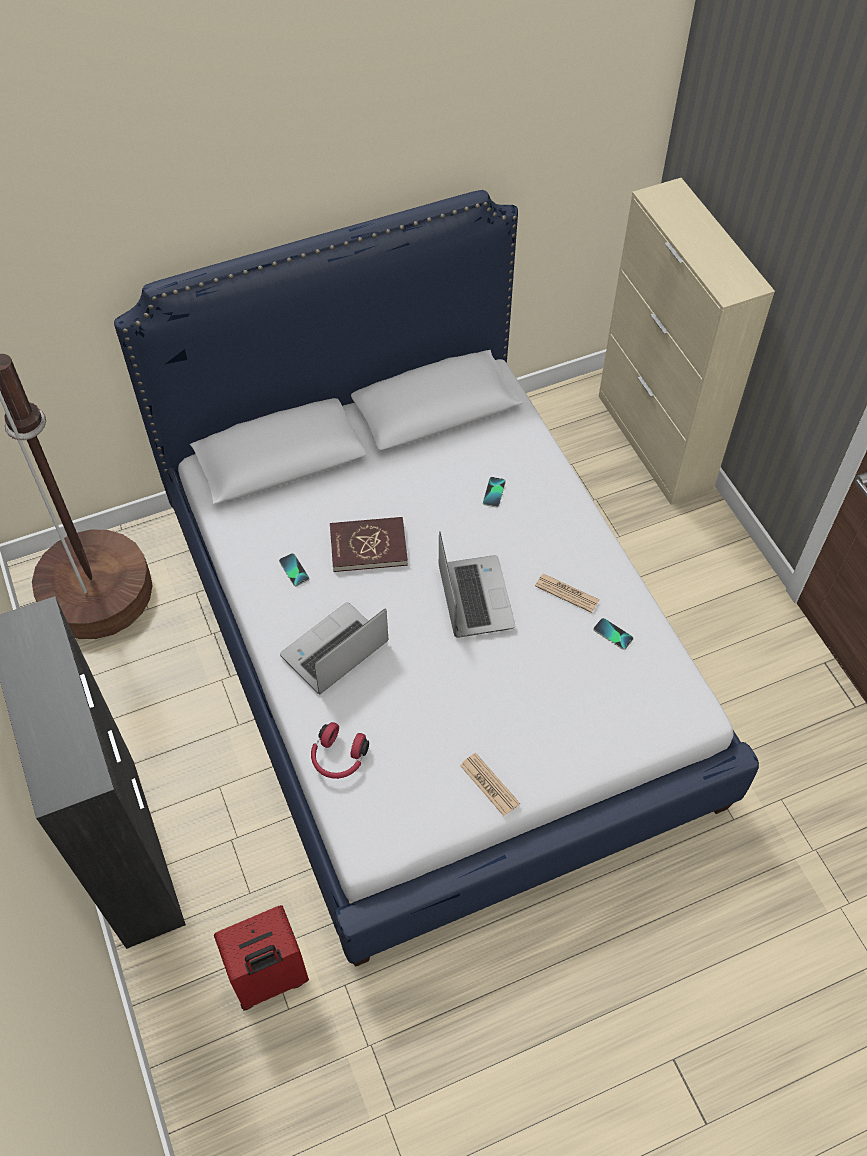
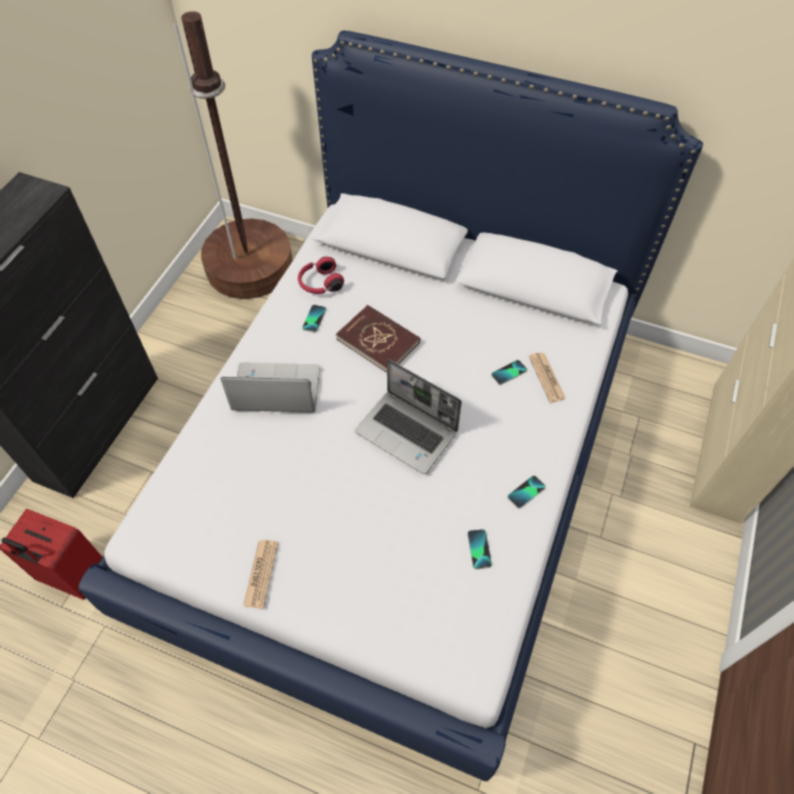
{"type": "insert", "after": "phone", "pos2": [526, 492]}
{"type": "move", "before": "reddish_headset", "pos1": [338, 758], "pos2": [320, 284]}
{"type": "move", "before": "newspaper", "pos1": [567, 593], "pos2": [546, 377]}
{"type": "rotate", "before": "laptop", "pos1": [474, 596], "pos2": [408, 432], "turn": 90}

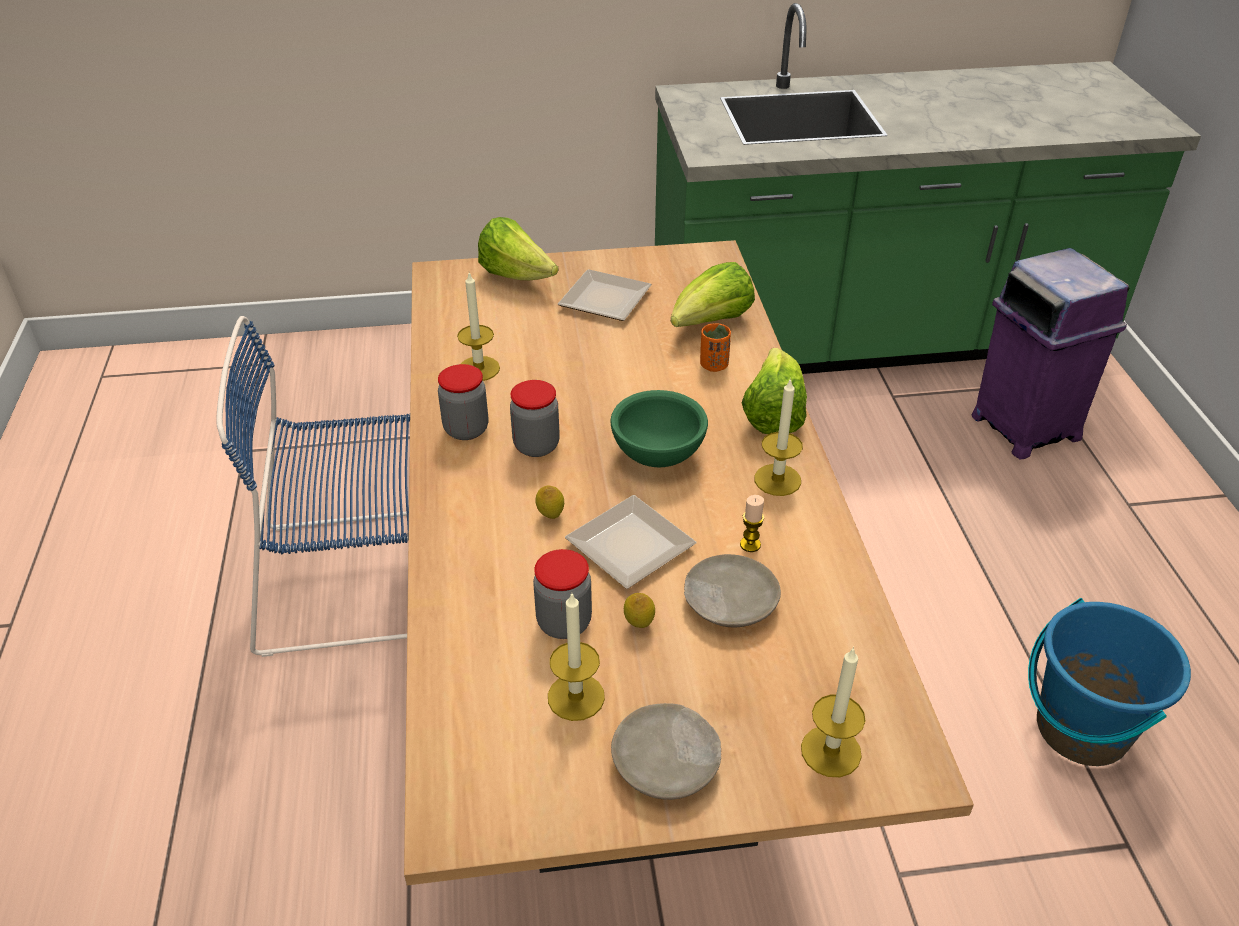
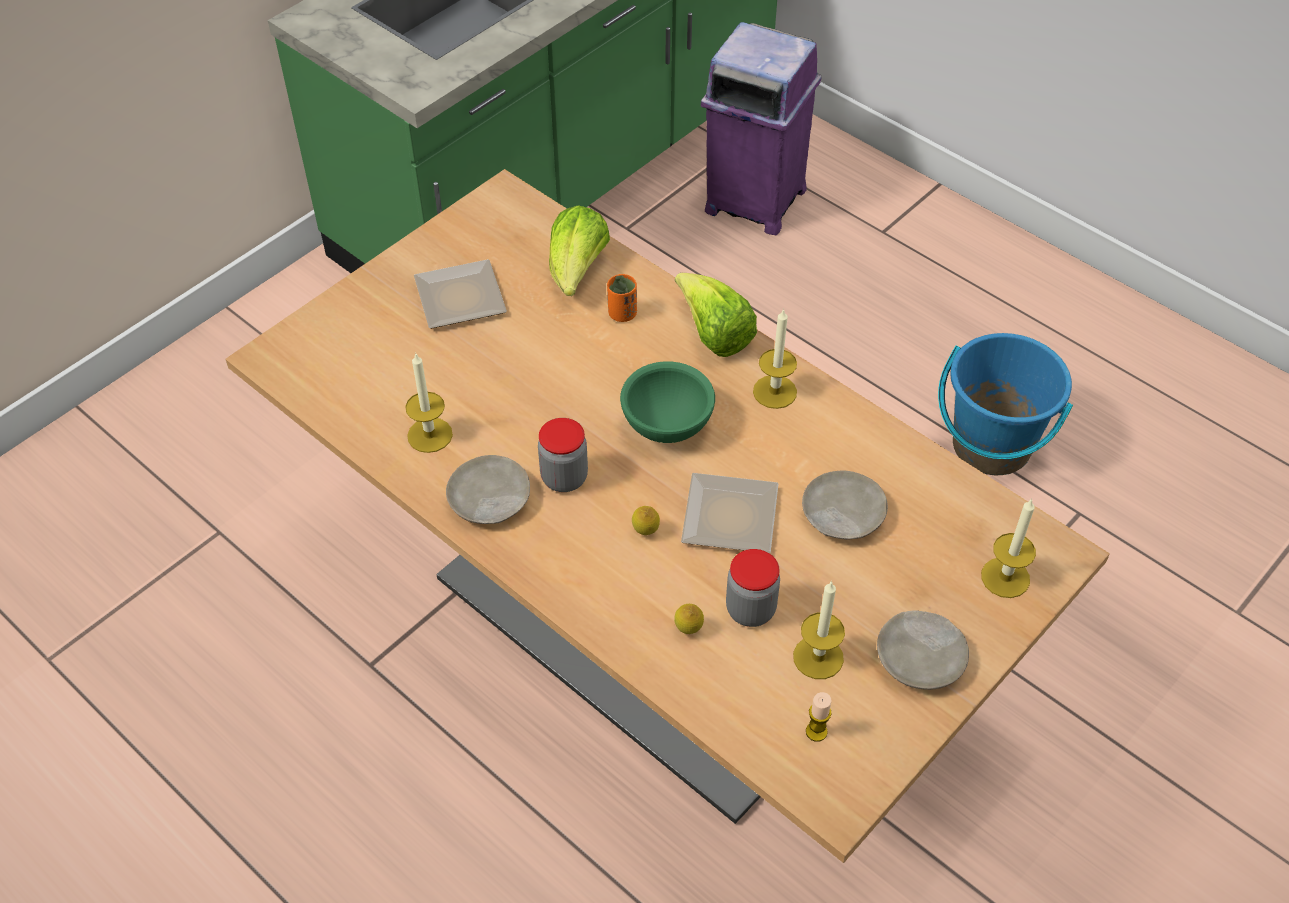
{"type": "delete", "before": "bluish_chair", "pos1": [362, 577]}
{"type": "delete", "before": "lettuce", "pos1": [517, 276]}
{"type": "move", "before": "whole_lemon", "pos1": [639, 625], "pos2": [688, 630]}
{"type": "move", "before": "wax_light", "pos1": [750, 544], "pos2": [816, 732]}
{"type": "replace", "before": "storage_jar", "after": "beige-coloured_plate", "pos1": [466, 429], "pos2": [489, 500]}

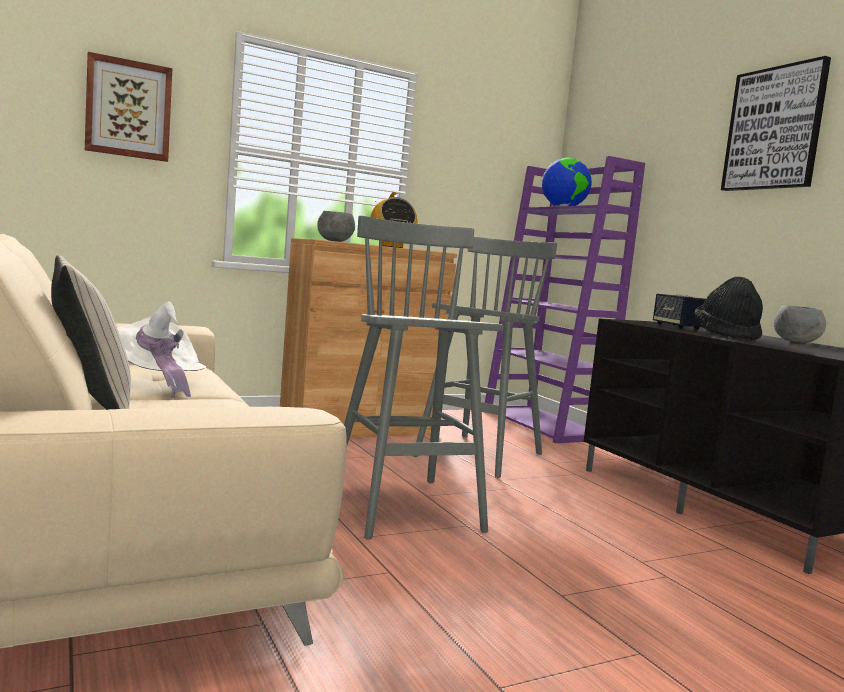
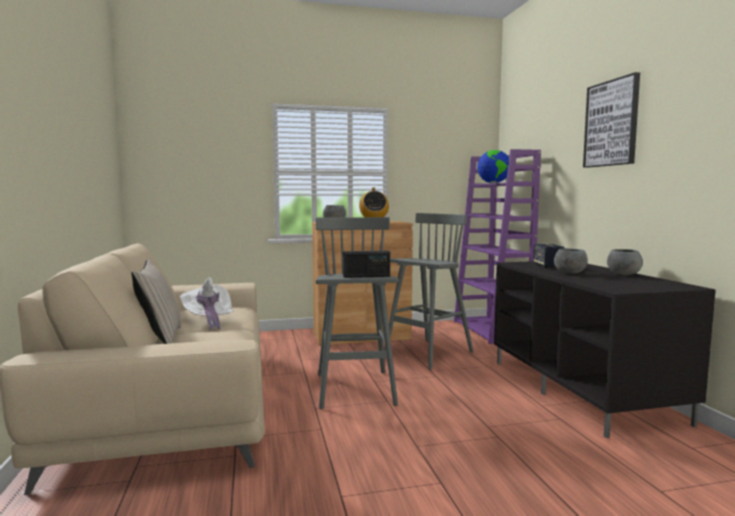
{"type": "delete", "before": "wall_art", "pos1": [128, 109]}
{"type": "insert", "after": "radio", "pos2": [366, 276]}
{"type": "replace", "before": "blackish_clothing_hat", "after": "gray_serving_bowl", "pos1": [726, 336], "pos2": [569, 273]}

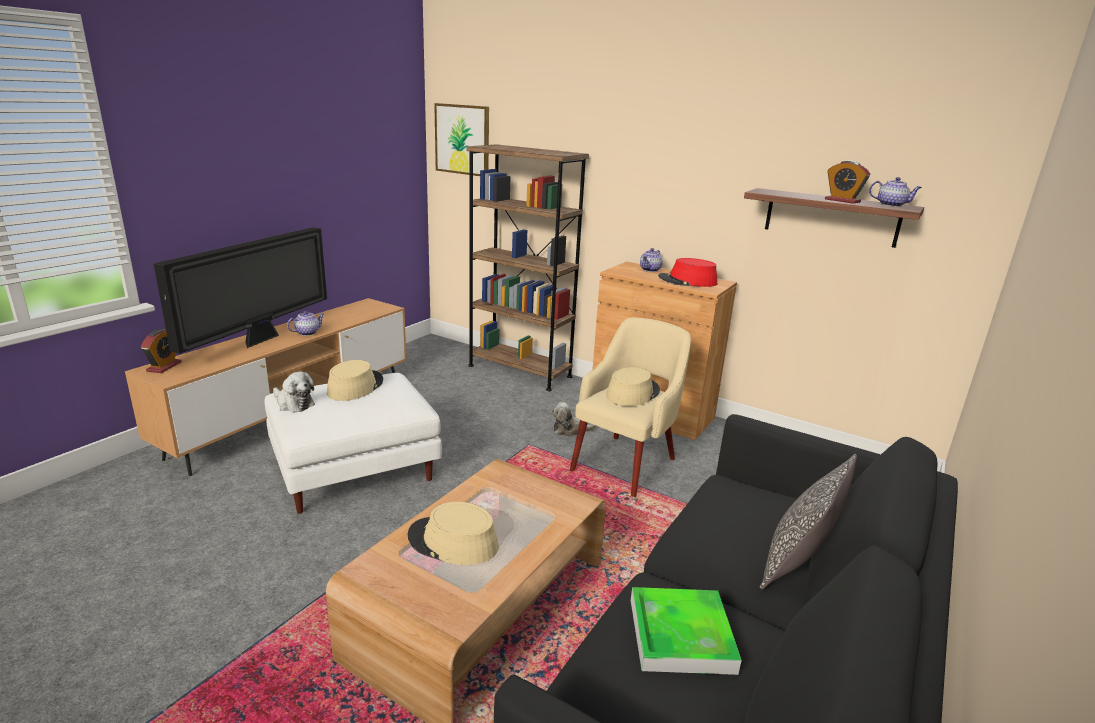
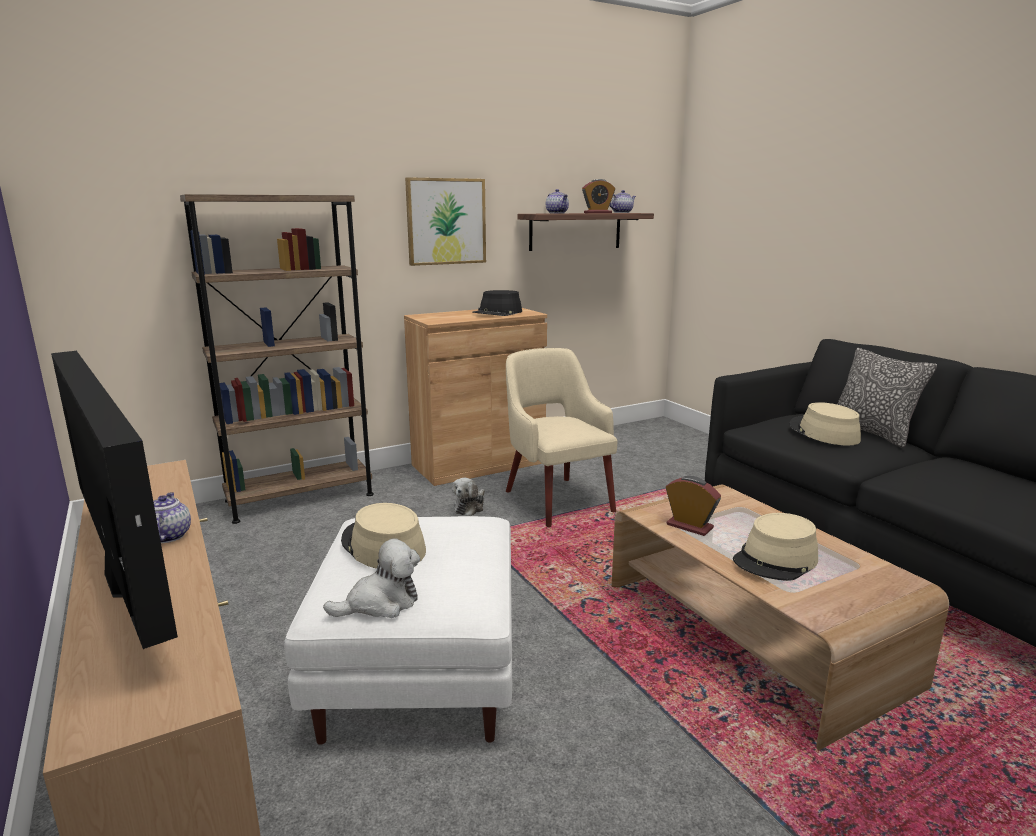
{"type": "delete", "before": "carrying_tray", "pos1": [681, 635]}
{"type": "move", "before": "table_clock", "pos1": [164, 366], "pos2": [689, 526]}
{"type": "move", "before": "wall_art", "pos1": [462, 139], "pos2": [446, 221]}
{"type": "move", "before": "beige-coloured_clothing_hat", "pos1": [632, 393], "pos2": [823, 432]}
{"type": "move", "before": "tea_pot", "pos1": [650, 270], "pos2": [557, 213]}
{"type": "recolor", "before": "reddish_clothing_hat", "after": "blackish_clothing_hat", "pos1": [687, 281], "pos2": [498, 313]}

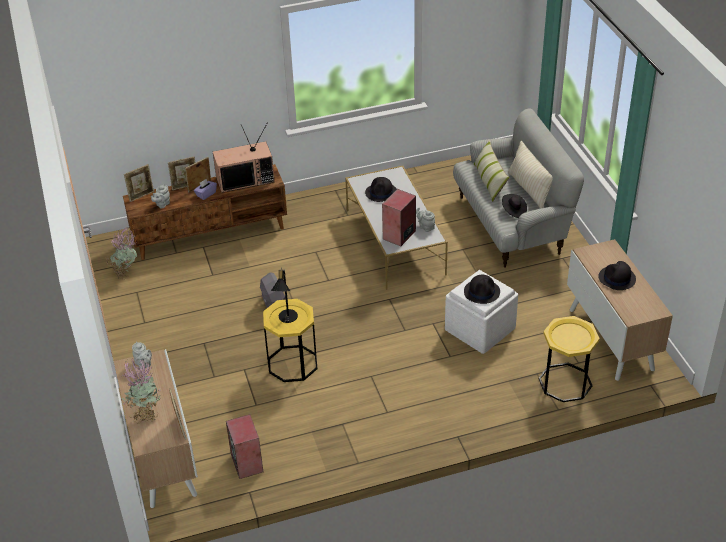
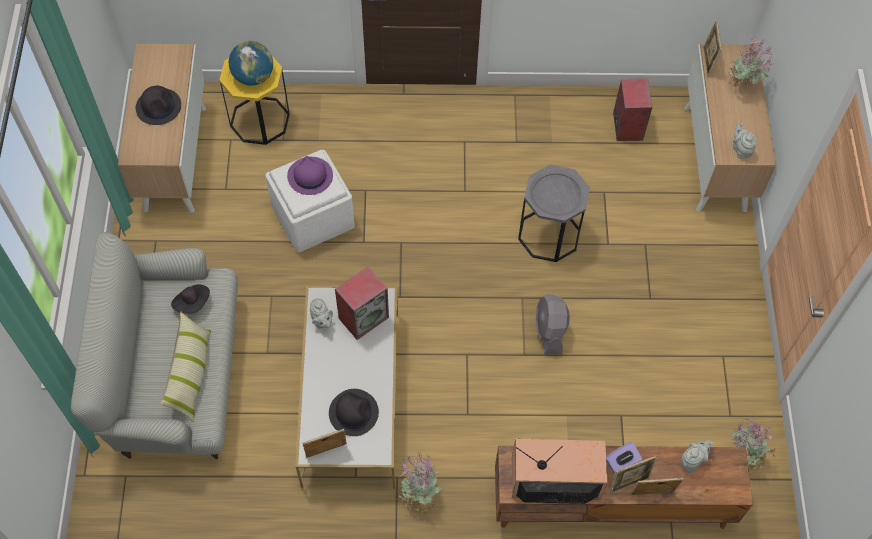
{"type": "delete", "before": "blackish_table_lamp", "pos1": [286, 318]}
{"type": "delete", "before": "beige-coloured_cushion", "pos1": [529, 189]}
{"type": "insert", "after": "desk_globe", "pos2": [253, 76]}
{"type": "insert", "after": "plant_in_a_pot", "pos2": [420, 497]}
{"type": "move", "before": "standing_frame", "pos1": [141, 196], "pos2": [326, 452]}
{"type": "recolor", "before": "yellow-coloured_accent_table", "after": "gray_accent_table", "pos1": [292, 363], "pos2": [549, 234]}
{"type": "recolor", "before": "blackish_clothing_hat", "after": "purplish_clothing_hat", "pos1": [482, 292], "pos2": [309, 176]}

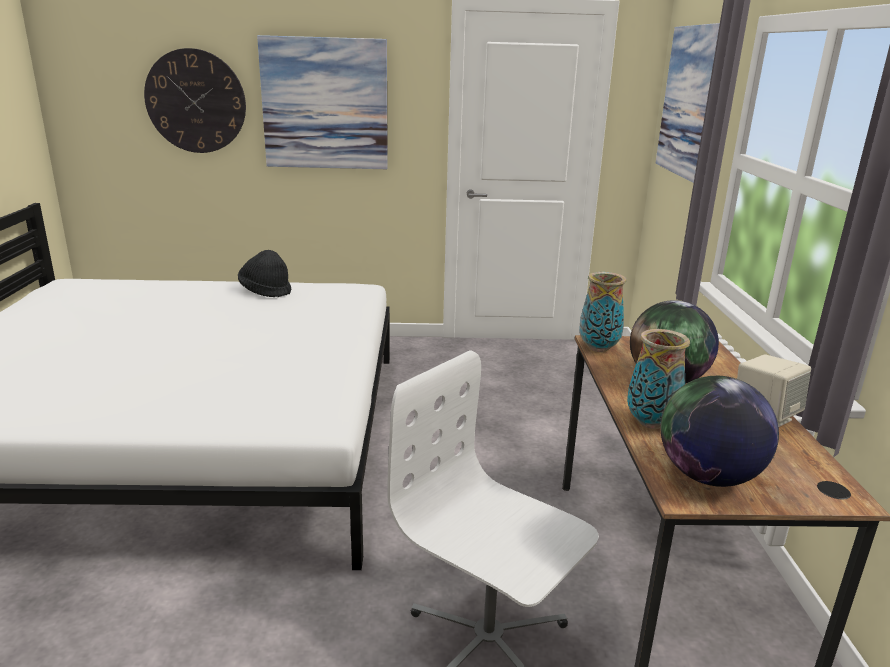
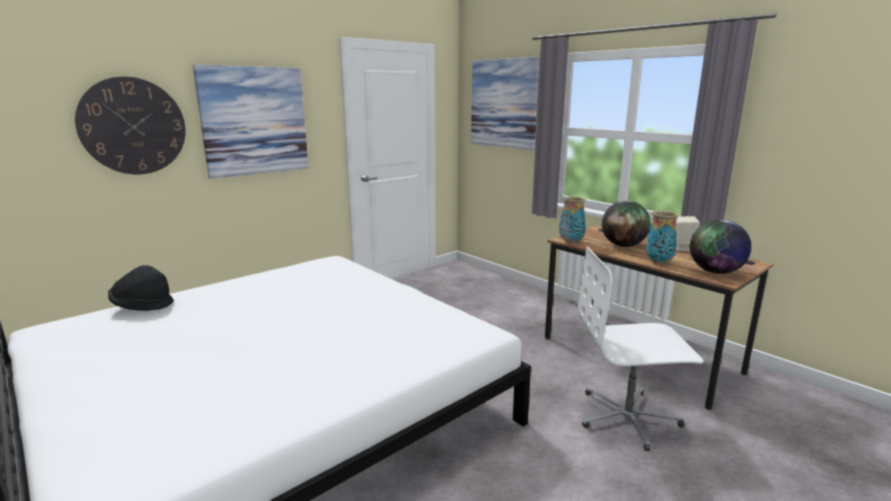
{"type": "move", "before": "blackish_clothing_hat", "pos1": [265, 291], "pos2": [142, 306]}

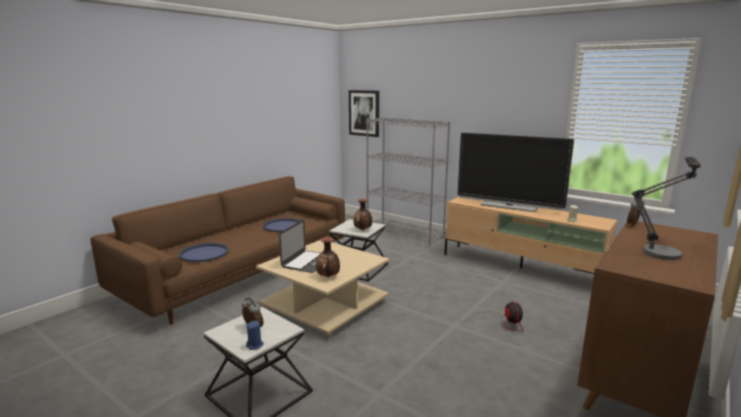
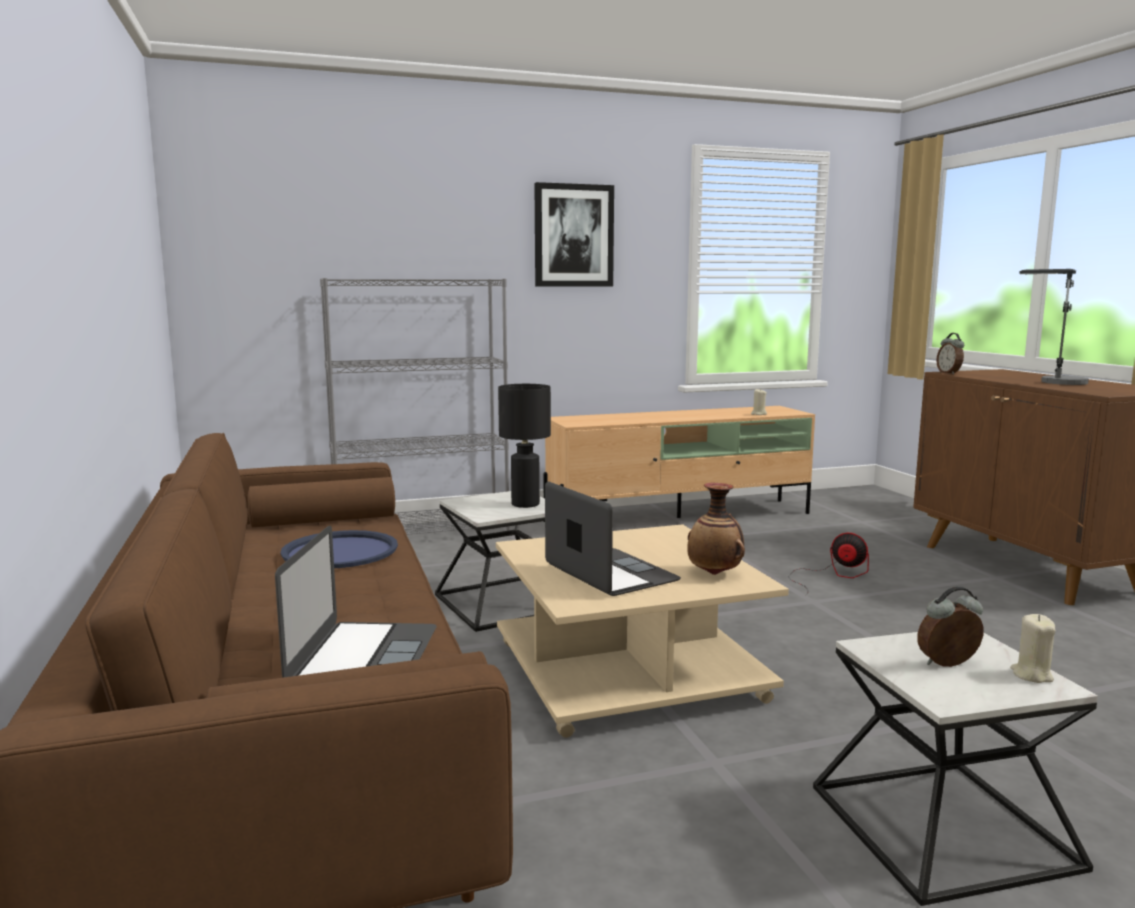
{"type": "delete", "before": "TV", "pos1": [509, 206]}
{"type": "move", "before": "wall_art", "pos1": [364, 113], "pos2": [573, 236]}
{"type": "replace", "before": "bluish_carrying_tray", "after": "laptop", "pos1": [204, 253], "pos2": [364, 655]}
{"type": "replace", "before": "decorative_vase", "after": "blackish_table_lamp", "pos1": [363, 230], "pos2": [526, 504]}
{"type": "recolor", "before": "bluish_wax_light", "after": "beige-coloured_wax_light", "pos1": [255, 345], "pos2": [1031, 675]}

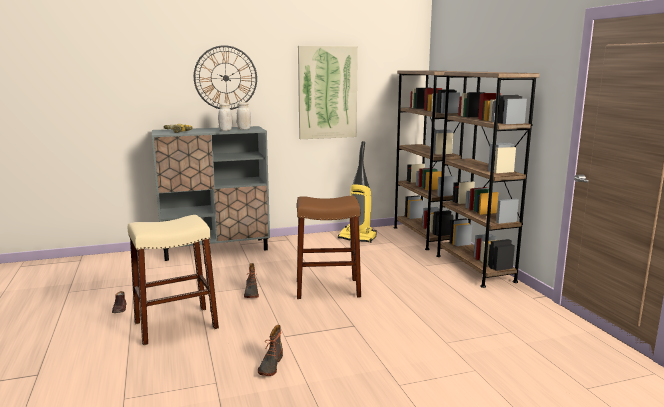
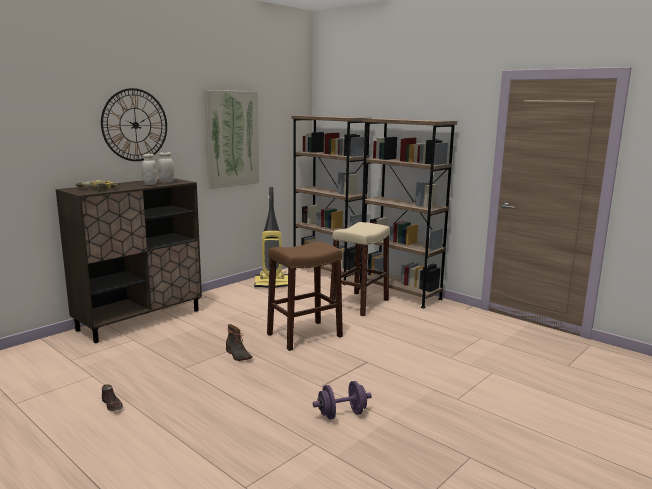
{"type": "move", "before": "beige-coloured_sitting_stool", "pos1": [176, 325], "pos2": [359, 304]}
{"type": "replace", "before": "tall_boot", "after": "purplish_free_weight", "pos1": [270, 365], "pos2": [342, 414]}
{"type": "recolor", "before": "gray_cabinet", "after": "brown-coloured_cabinet", "pos1": [216, 249], "pos2": [140, 320]}

